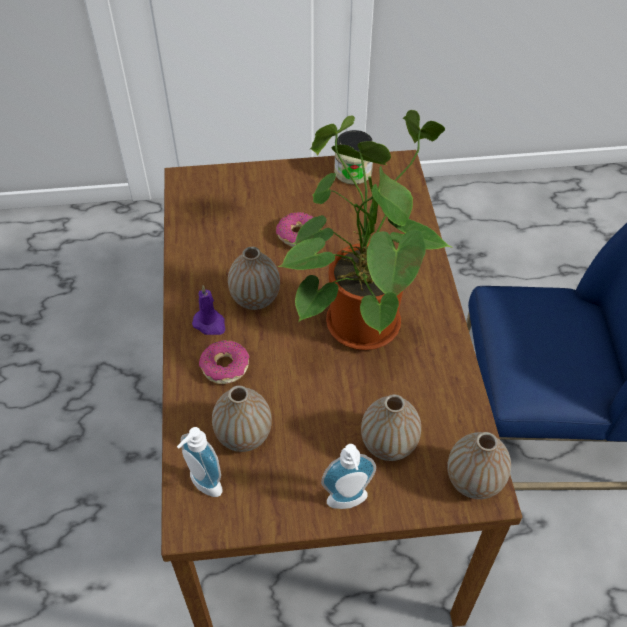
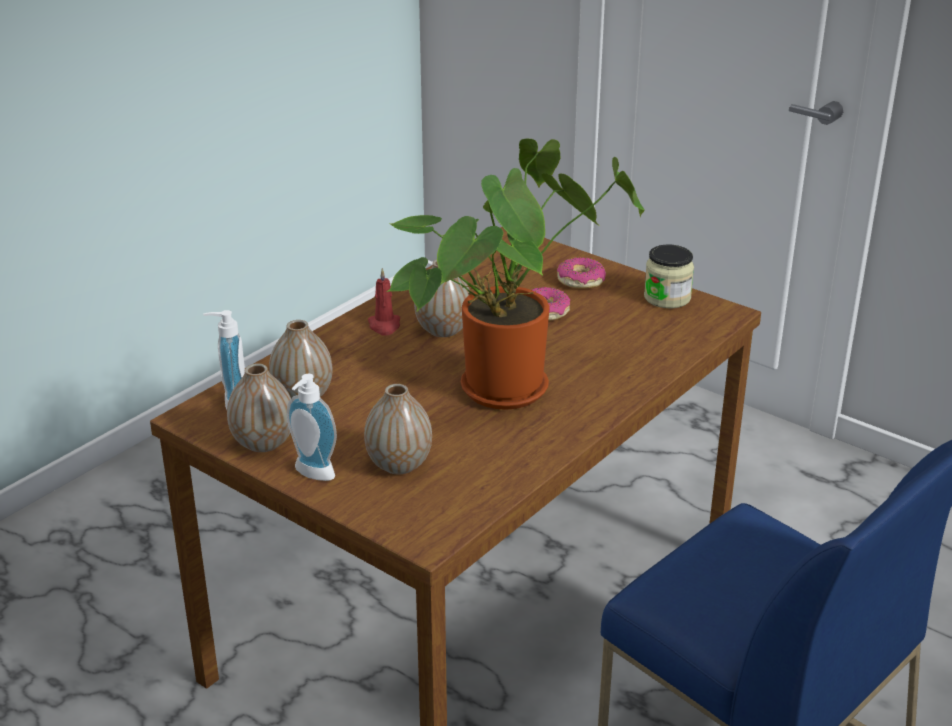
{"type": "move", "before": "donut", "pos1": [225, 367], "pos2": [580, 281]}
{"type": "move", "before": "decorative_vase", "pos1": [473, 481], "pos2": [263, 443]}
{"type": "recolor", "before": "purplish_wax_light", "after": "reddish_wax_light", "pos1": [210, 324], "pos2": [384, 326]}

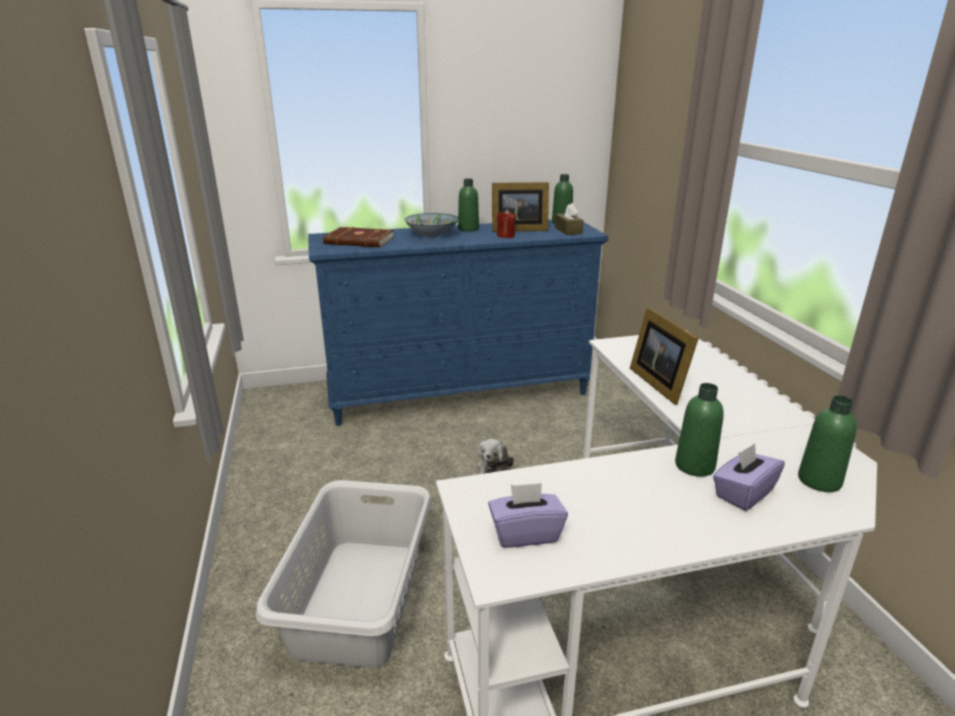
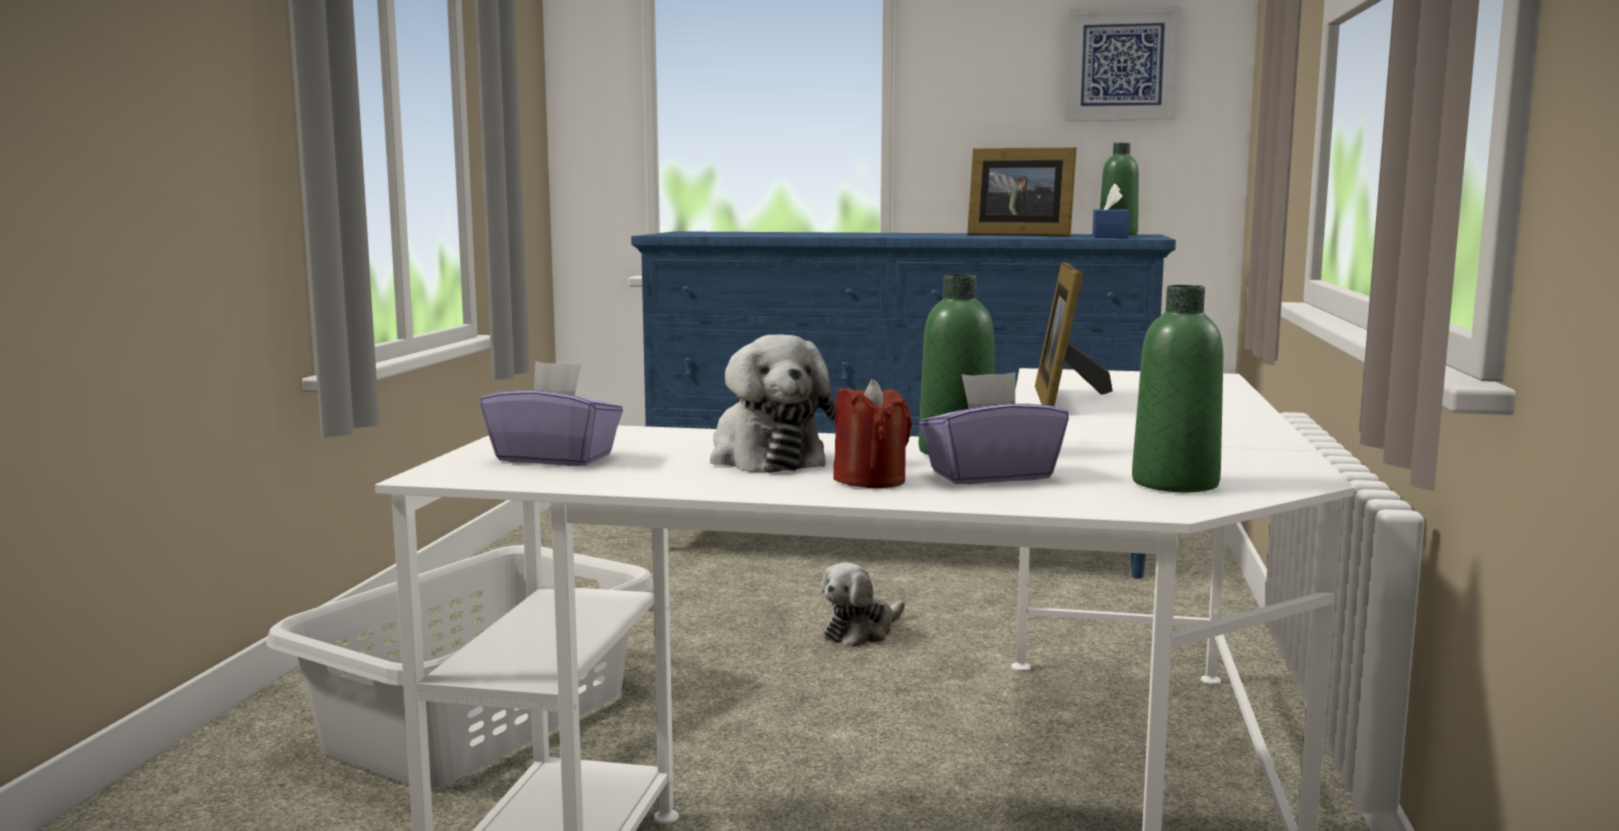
{"type": "delete", "before": "brown-coloured_volume", "pos1": [359, 241]}
{"type": "delete", "before": "serving_bowl", "pos1": [432, 235]}
{"type": "delete", "before": "green-coloured_drink_bottle", "pos1": [468, 229]}
{"type": "insert", "after": "soft_toy", "pos2": [764, 457]}
{"type": "insert", "after": "wall_art", "pos2": [1121, 64]}
{"type": "move", "before": "reddish_wax_light", "pos1": [506, 236], "pos2": [870, 480]}
{"type": "recolor", "before": "brown-coloured_tissue_box", "after": "bluish_tissue_box", "pos1": [568, 230], "pos2": [1109, 237]}

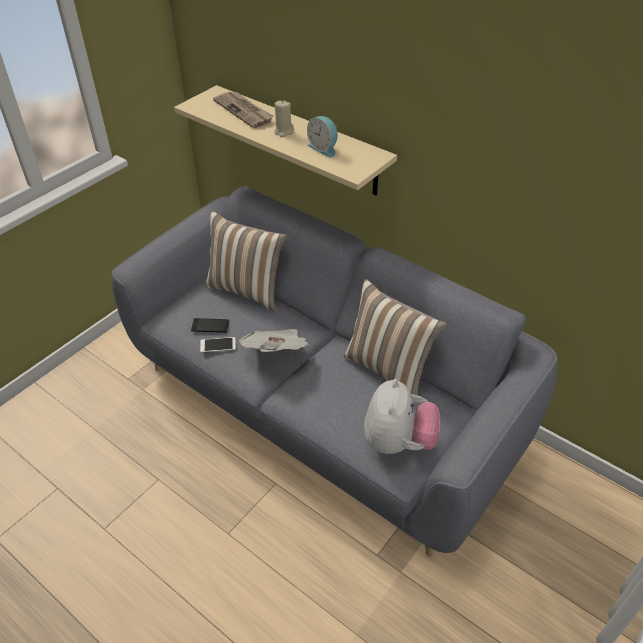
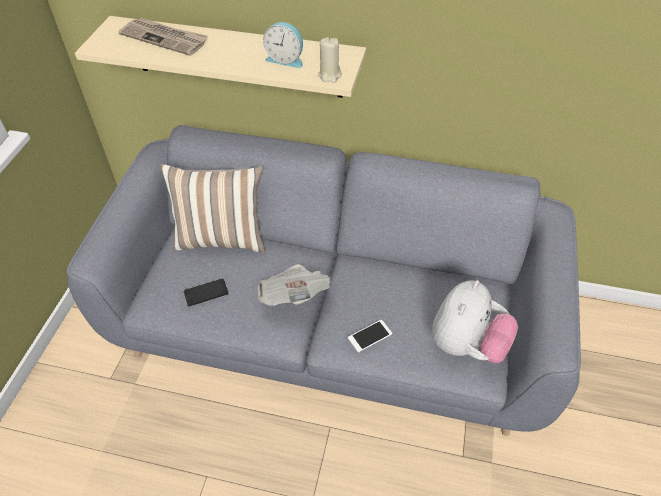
{"type": "delete", "before": "cushion", "pos1": [388, 369]}
{"type": "move", "before": "phone", "pos1": [218, 345], "pos2": [370, 336]}
{"type": "move", "before": "beige-coloured_wax_light", "pos1": [283, 132], "pos2": [329, 75]}
{"type": "rotate", "before": "soft_toy", "pos1": [398, 441], "pos2": [466, 344], "turn": 45}

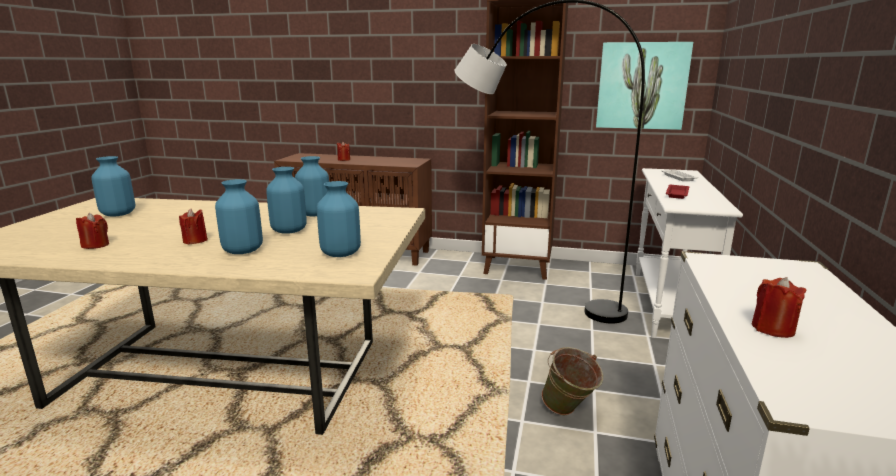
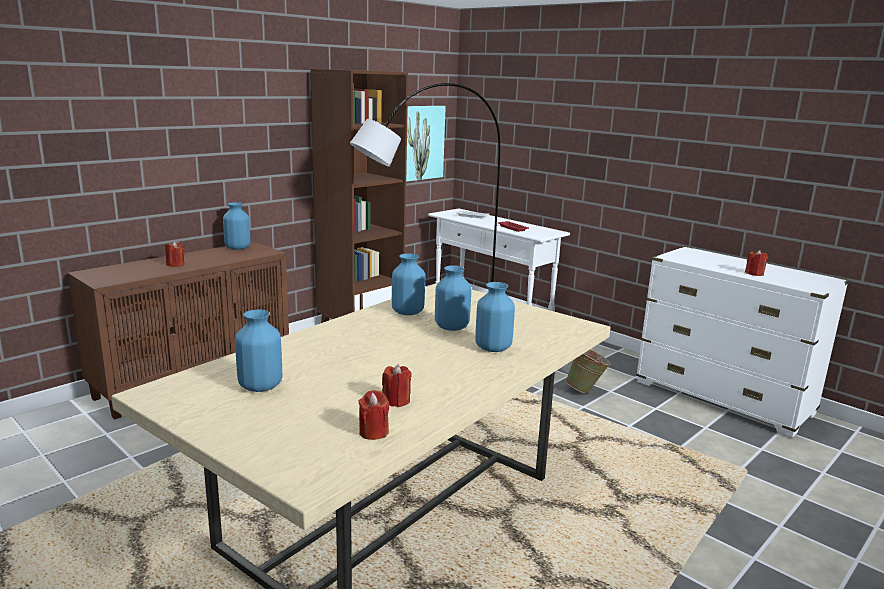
{"type": "move", "before": "reddish_wax_light", "pos1": [195, 241], "pos2": [373, 432]}
{"type": "move", "before": "bluish_decorative_vase", "pos1": [340, 253], "pos2": [237, 248]}

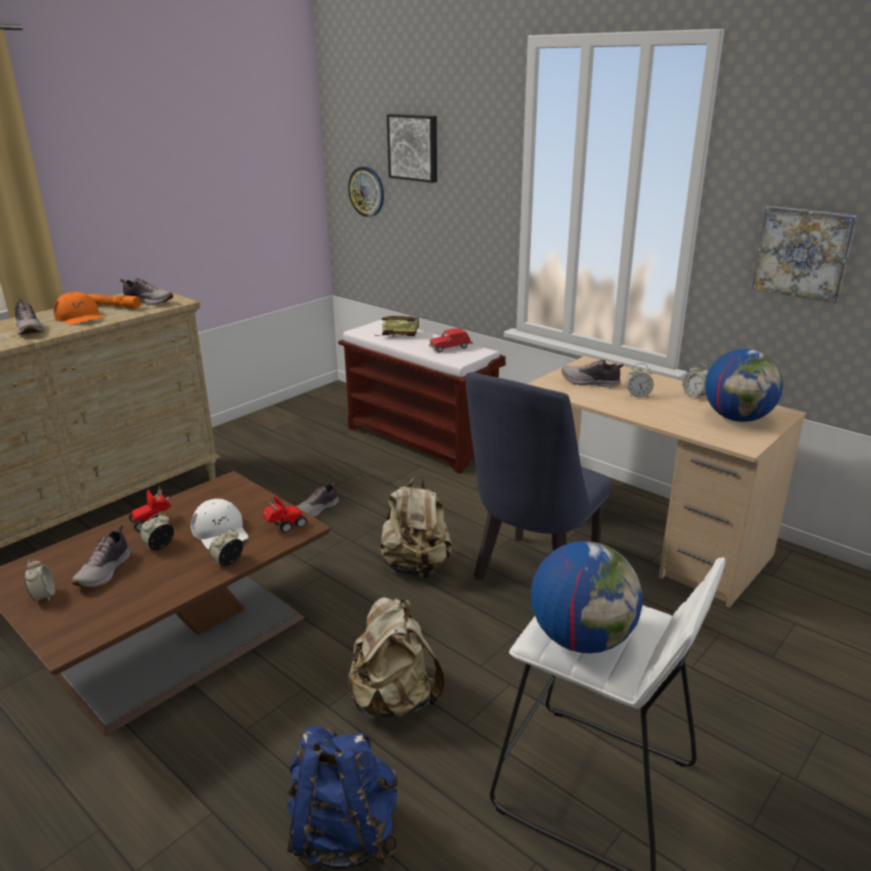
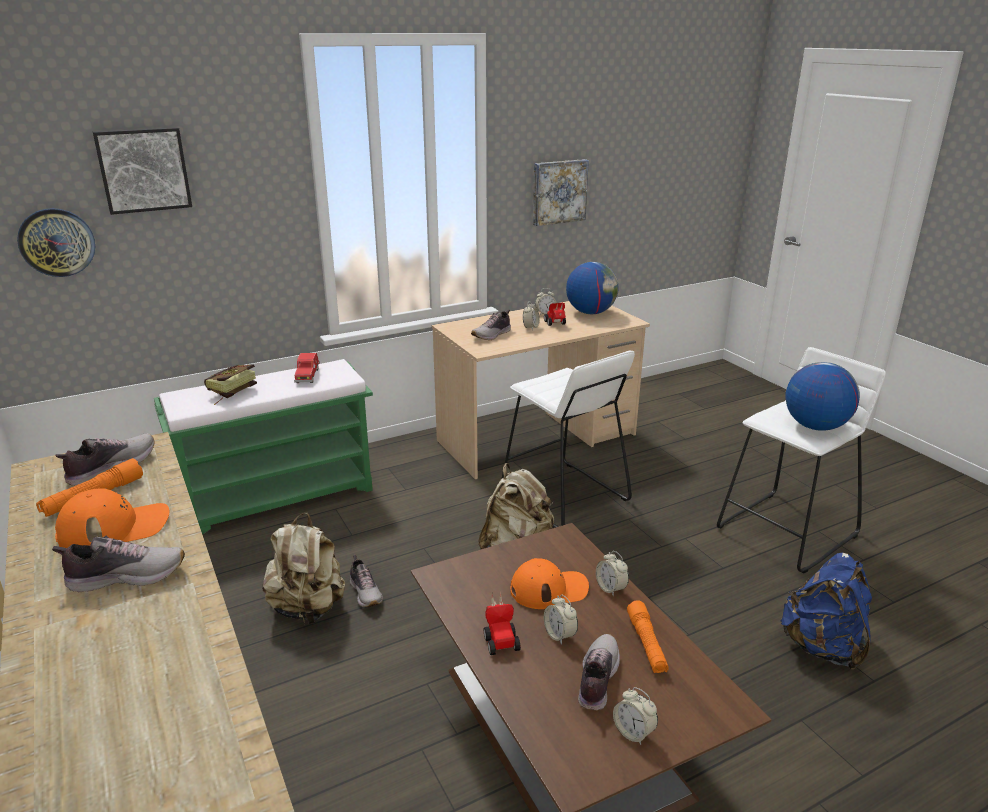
{"type": "insert", "after": "orangey_hand_torch", "pos2": [646, 644]}
{"type": "move", "before": "miniature_car", "pos1": [284, 526], "pos2": [555, 324]}
{"type": "move", "before": "beige-coloured_rucksack", "pos1": [393, 700], "pos2": [308, 608]}
{"type": "replace", "before": "bluish_chair", "after": "white-coloured_sitting_stool", "pos1": [532, 577], "pos2": [563, 496]}
{"type": "recolor", "before": "white-coloured_peaked_cap", "after": "orangey_peaked_cap", "pos1": [220, 532], "pos2": [549, 589]}
{"type": "recolor", "before": "brown-coloured_long_seat", "after": "green-coloured_long_seat", "pos1": [421, 440], "pos2": [280, 496]}
{"type": "rotate", "before": "table_clock", "pos1": [43, 596], "pos2": [633, 732], "turn": -135}
{"type": "rotate", "before": "item_of_footwear", "pos1": [105, 571], "pos2": [596, 679], "turn": -105}

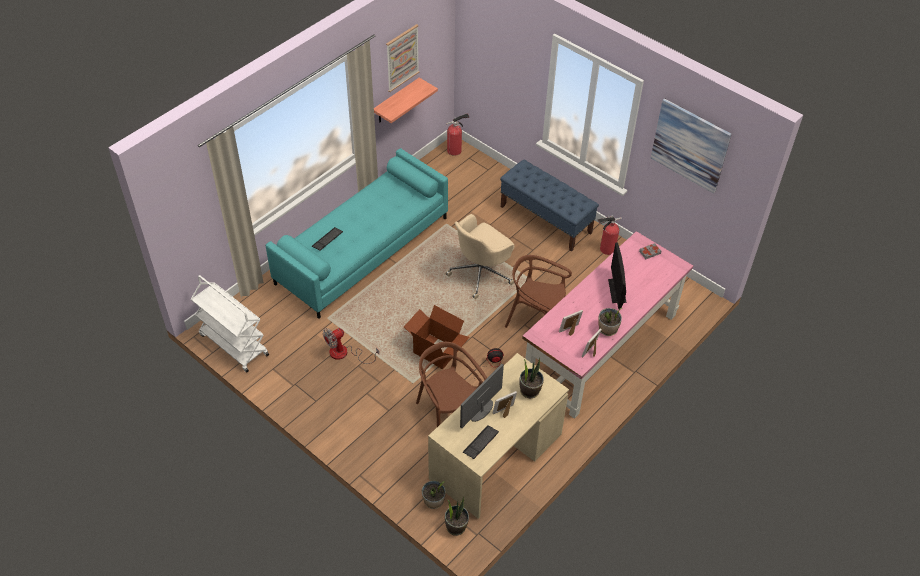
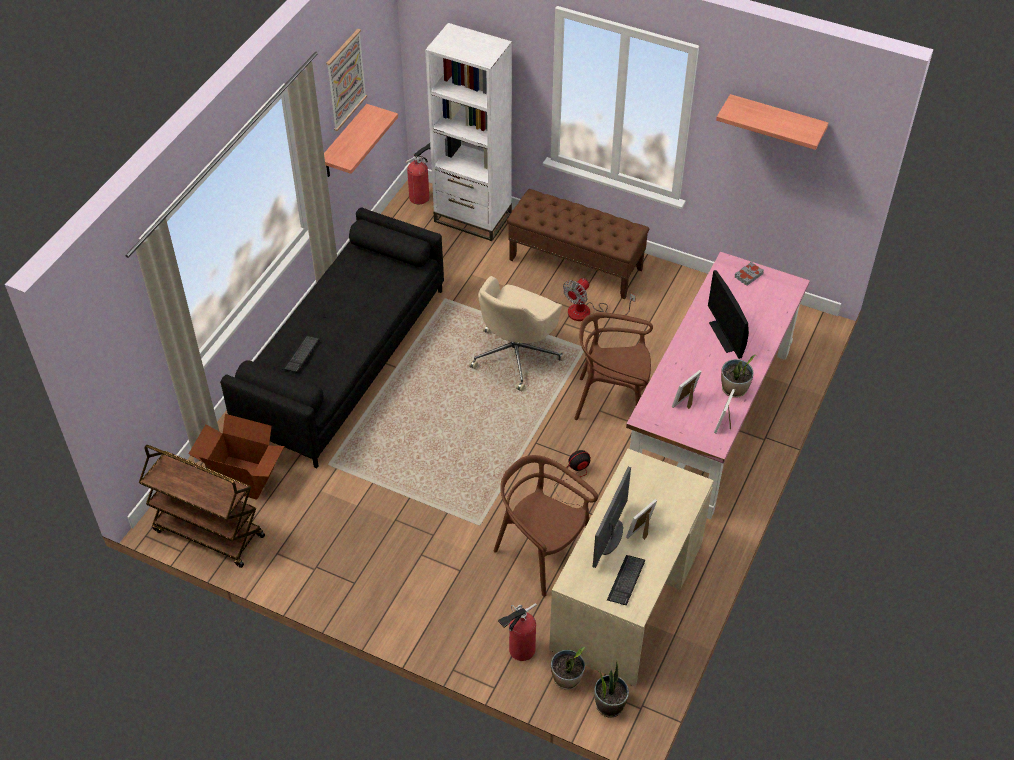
{"type": "delete", "before": "plant_in_a_pot", "pos1": [530, 390]}
{"type": "insert", "after": "white-coloured_bookcase", "pos2": [472, 217]}
{"type": "move", "before": "fan", "pos1": [345, 354], "pos2": [588, 312]}
{"type": "move", "before": "carton", "pos1": [436, 351], "pos2": [243, 476]}
{"type": "move", "before": "fire-fighting_cylinder", "pos1": [606, 249], "pos2": [519, 651]}
{"type": "replace", "before": "wall_art", "after": "wall_shelf", "pos1": [690, 145], "pos2": [776, 121]}
{"type": "recolor", "before": "white-coloured_trolley", "after": "brown-coloured_trolley", "pos1": [233, 345], "pos2": [208, 533]}
{"type": "recolor", "before": "turquoise-coloured_sofa", "after": "blackish_sofa", "pos1": [362, 250], "pos2": [343, 359]}
{"type": "recolor", "before": "bluish_long_seat", "after": "brown-coloured_long_seat", "pos1": [546, 220], "pos2": [576, 264]}

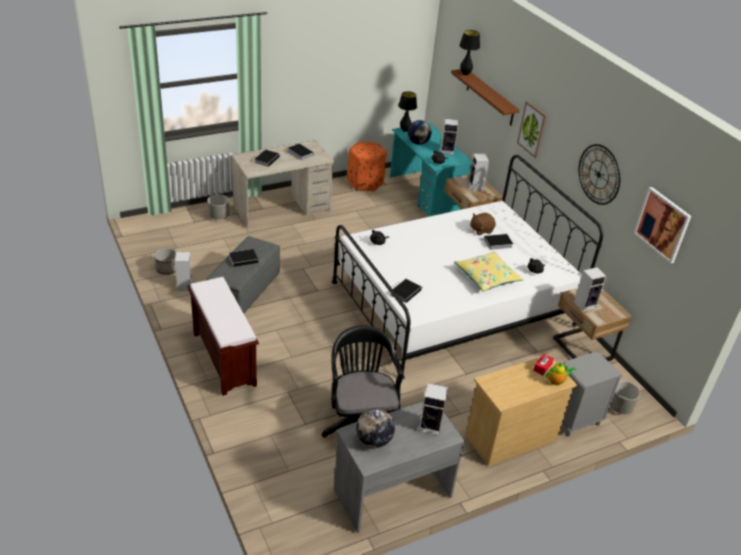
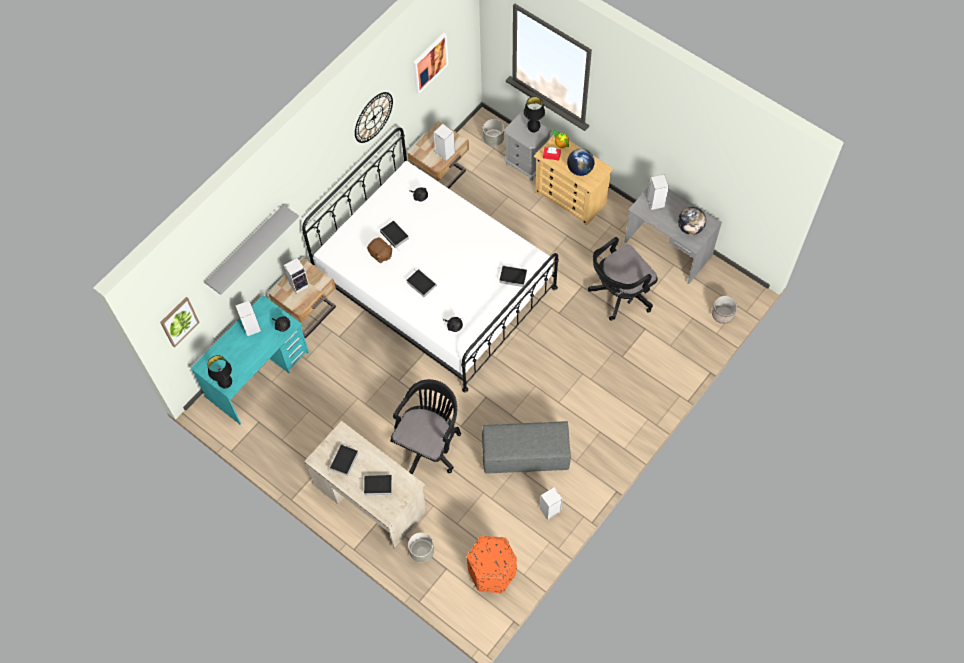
{"type": "delete", "before": "brown-coloured_long_seat", "pos1": [223, 358]}
{"type": "delete", "before": "yellow-coloured_cushion", "pos1": [487, 277]}
{"type": "insert", "after": "blackish_office_chair", "pos2": [429, 444]}
{"type": "move", "before": "plant_pot", "pos1": [167, 269], "pos2": [722, 314]}
{"type": "move", "before": "volume", "pos1": [244, 259], "pos2": [420, 283]}
{"type": "move", "before": "orangey_pouffe", "pos1": [365, 182], "pos2": [491, 572]}
{"type": "move", "before": "desk_globe", "pos1": [418, 143], "pos2": [580, 169]}
{"type": "move", "before": "blackish_table_lamp", "pos1": [465, 74], "pos2": [533, 130]}
{"type": "move", "before": "wall_art", "pos1": [532, 129], "pos2": [179, 321]}
{"type": "recolor", "before": "brown-coloured_wall_shelf", "after": "gray_wall_shelf", "pos1": [490, 97], "pos2": [246, 248]}

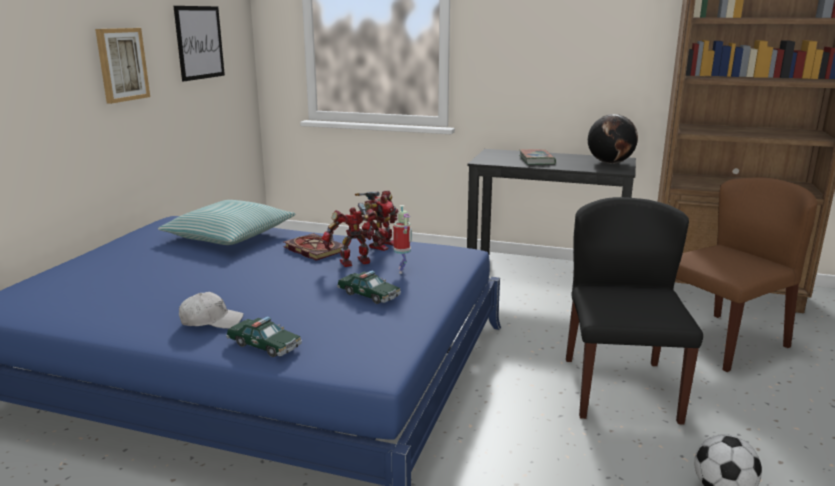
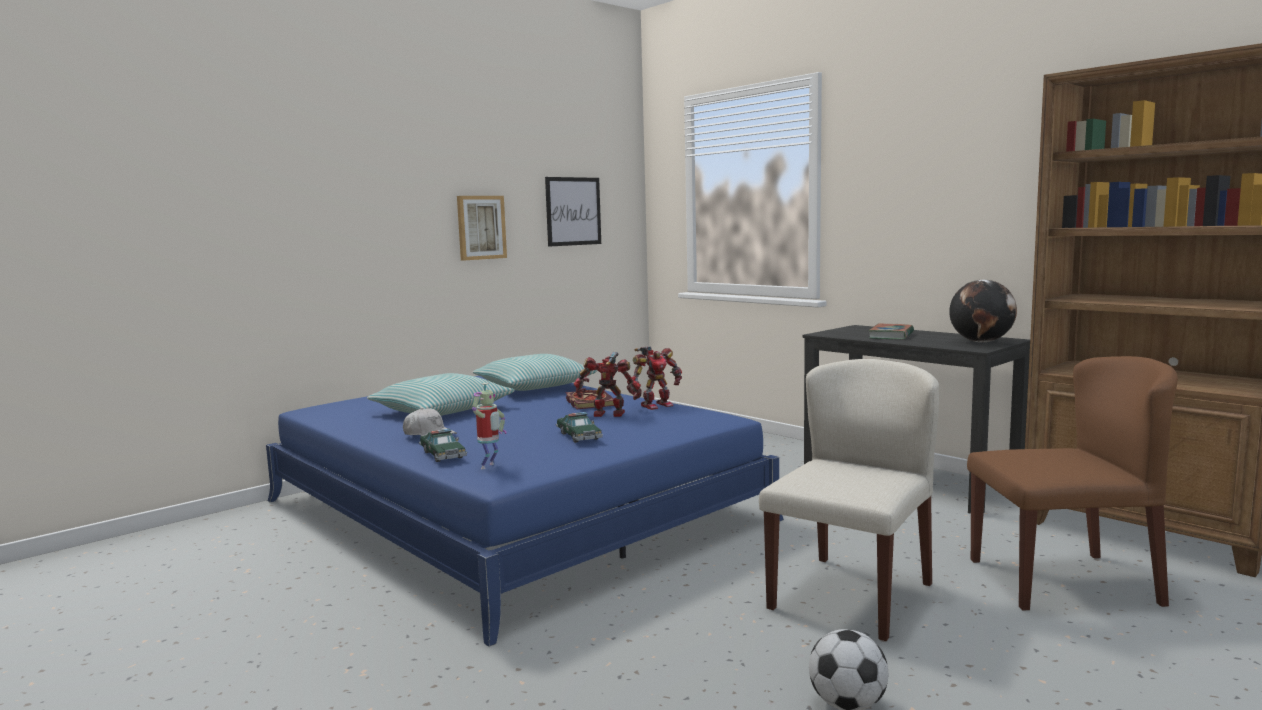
{"type": "insert", "after": "cushion", "pos2": [441, 410]}
{"type": "move", "before": "model_robot", "pos1": [402, 270], "pos2": [489, 466]}
{"type": "recolor", "before": "blackish_chair", "after": "beige-coloured_chair", "pos1": [619, 388], "pos2": [850, 595]}

